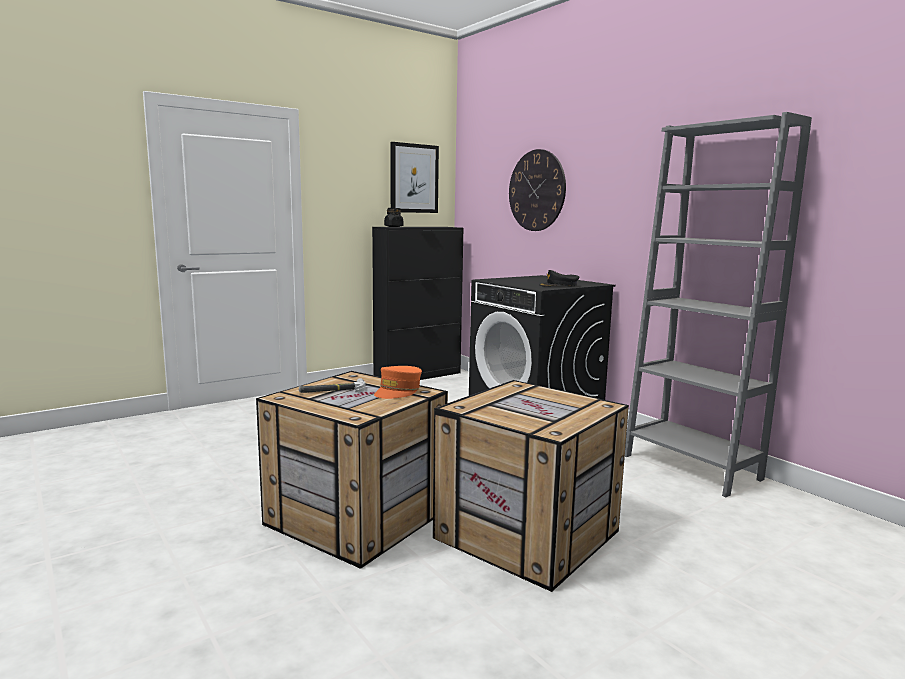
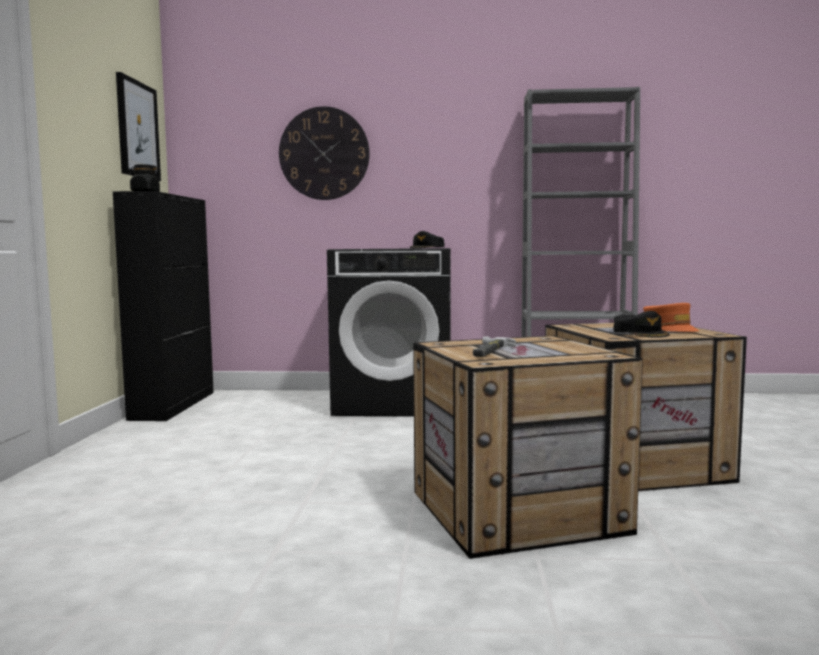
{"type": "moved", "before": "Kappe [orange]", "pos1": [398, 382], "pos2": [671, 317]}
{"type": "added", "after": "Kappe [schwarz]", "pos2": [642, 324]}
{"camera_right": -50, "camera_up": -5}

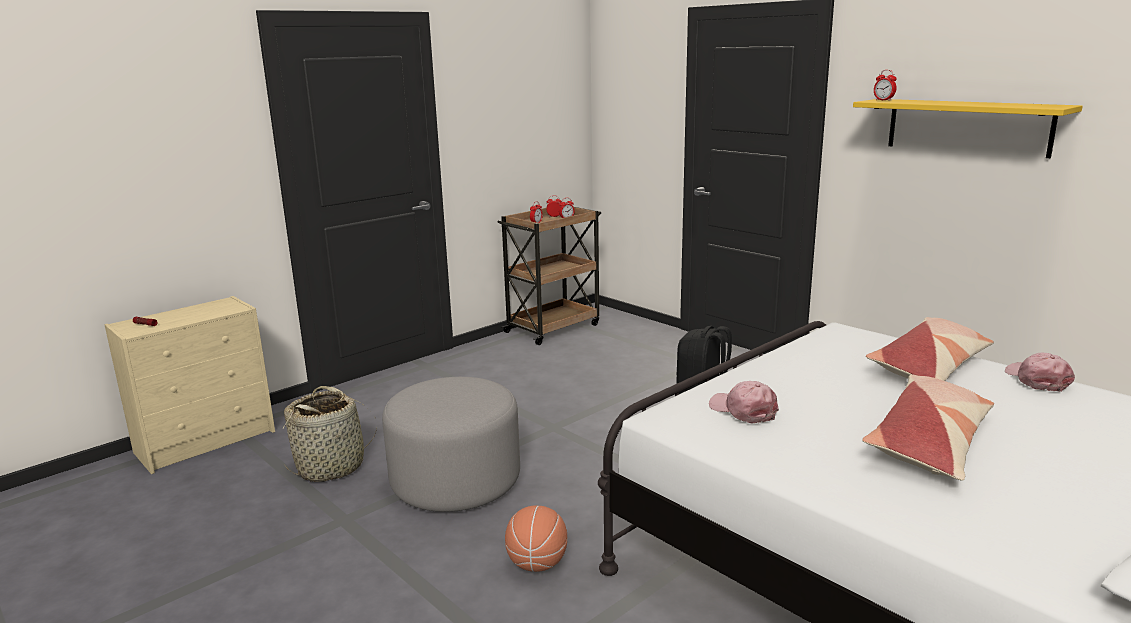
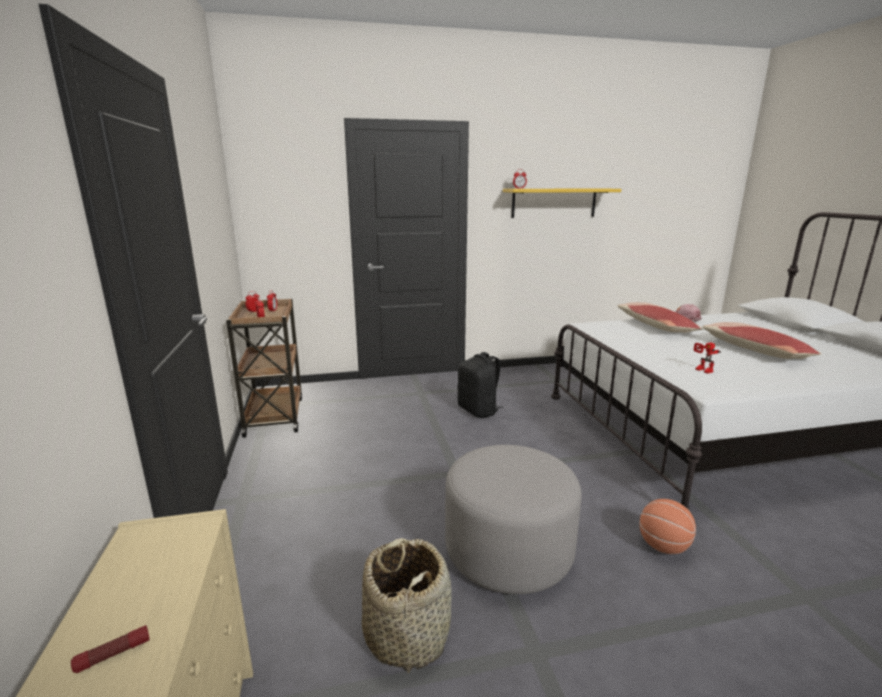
{"type": "replaced", "before": "Kappe [rosa]", "after": "Spielzeugroboter", "pos1": [744, 402], "pos2": [707, 358]}
{"camera_right": -60, "camera_up": 0}

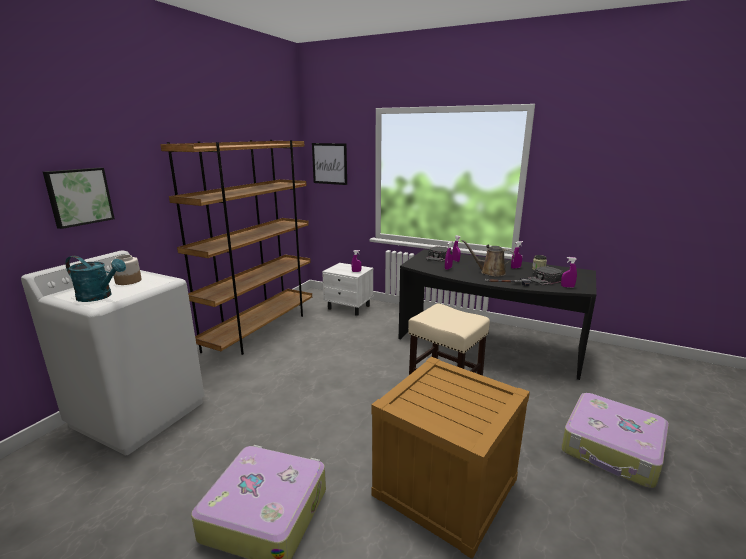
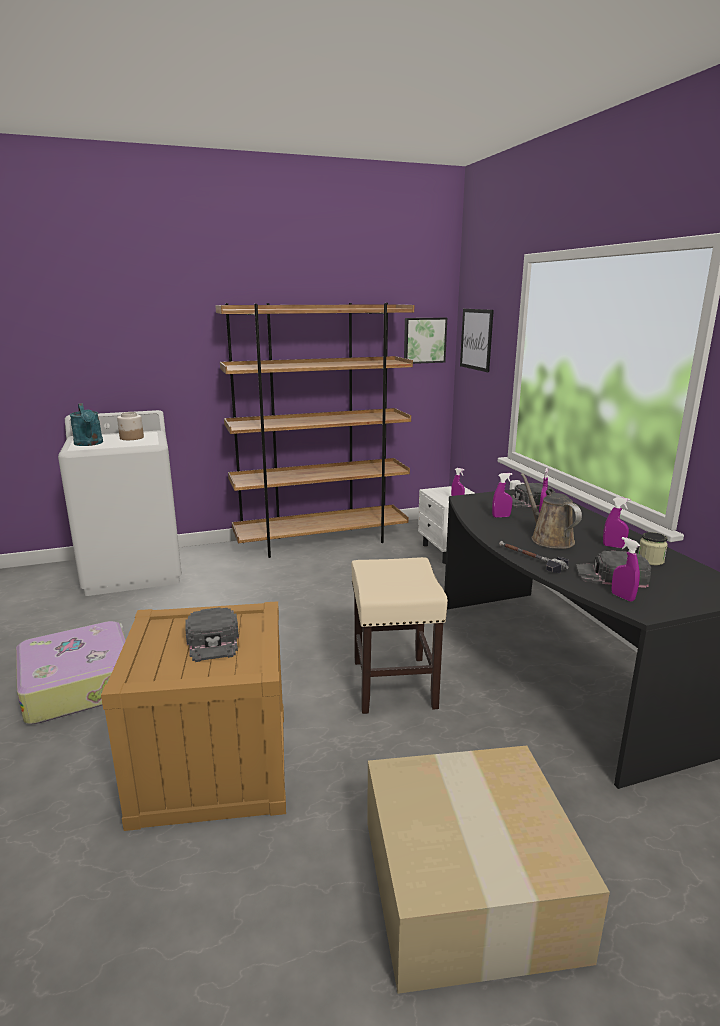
{"type": "moved", "before": "Bild", "pos1": [79, 198], "pos2": [425, 341]}
{"type": "replaced", "before": "Koffer", "after": "Karton", "pos1": [615, 440], "pos2": [488, 870]}
{"type": "added", "after": "Kappe [schwarz]", "pos2": [212, 634]}
{"camera_right": 45, "camera_up": 0}

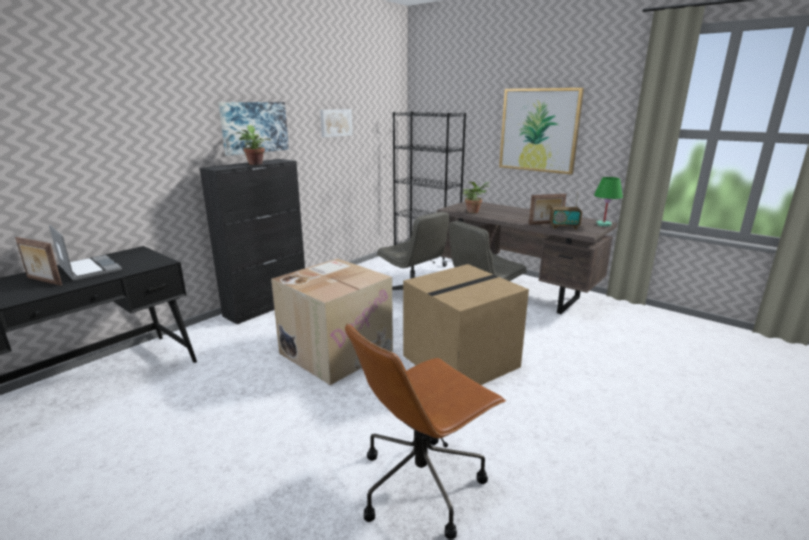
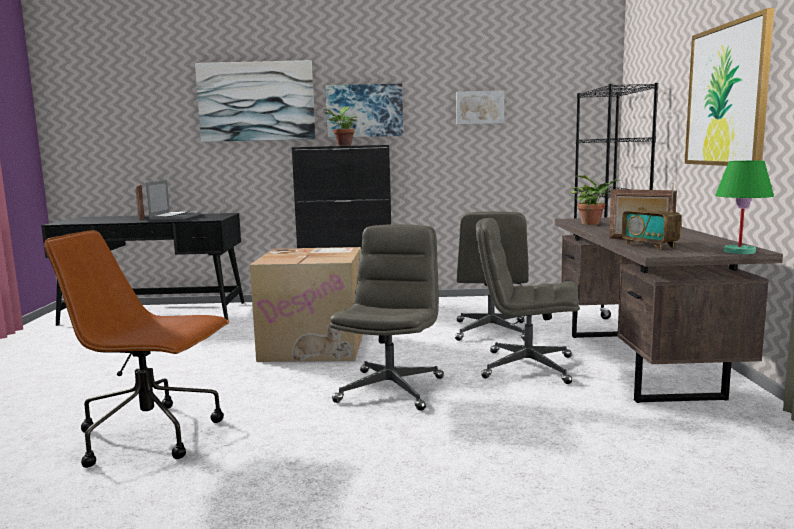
{"type": "replaced", "before": "Karton", "after": "Bürostuhl [grau]", "pos1": [466, 324], "pos2": [387, 317]}
{"type": "added", "after": "Bild", "pos2": [255, 101]}
{"camera_right": 50, "camera_up": -10}

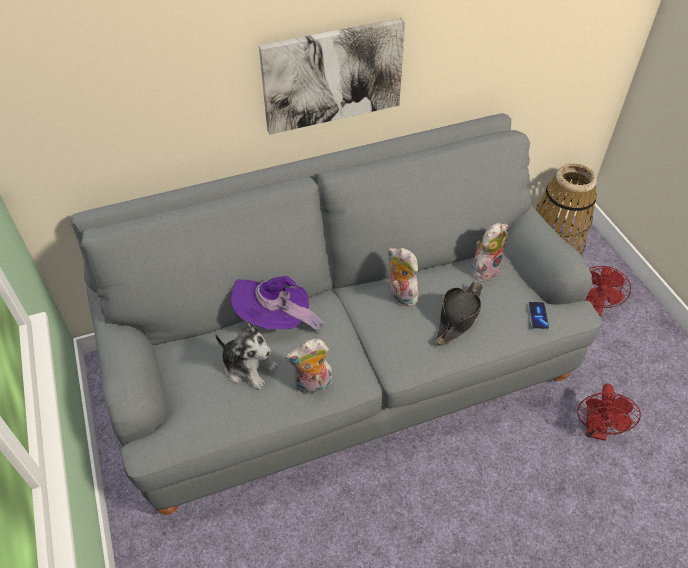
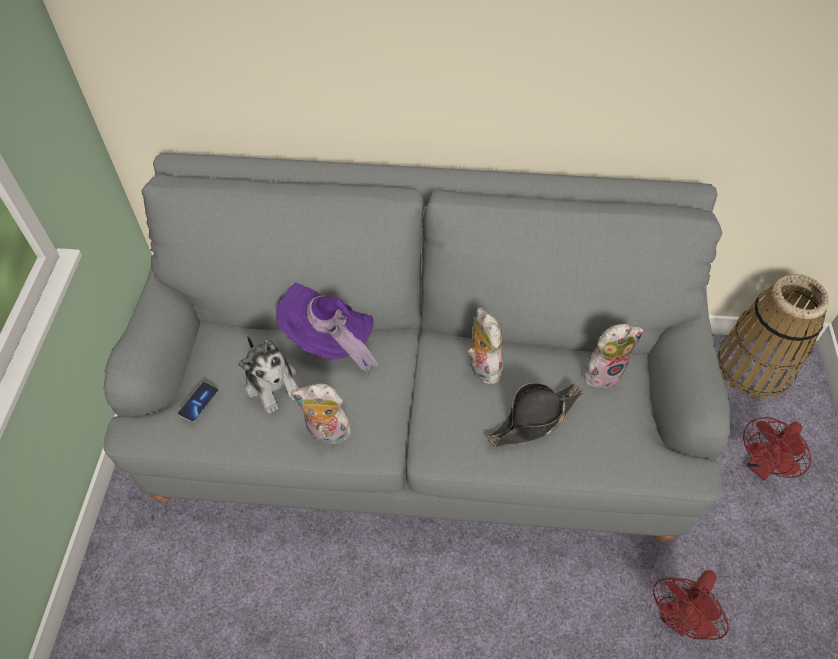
{"type": "removed", "before": "Bild", "pos1": [332, 76]}
{"type": "moved", "before": "Handy", "pos1": [538, 316], "pos2": [198, 402]}
{"camera_right": 25, "camera_up": 5}

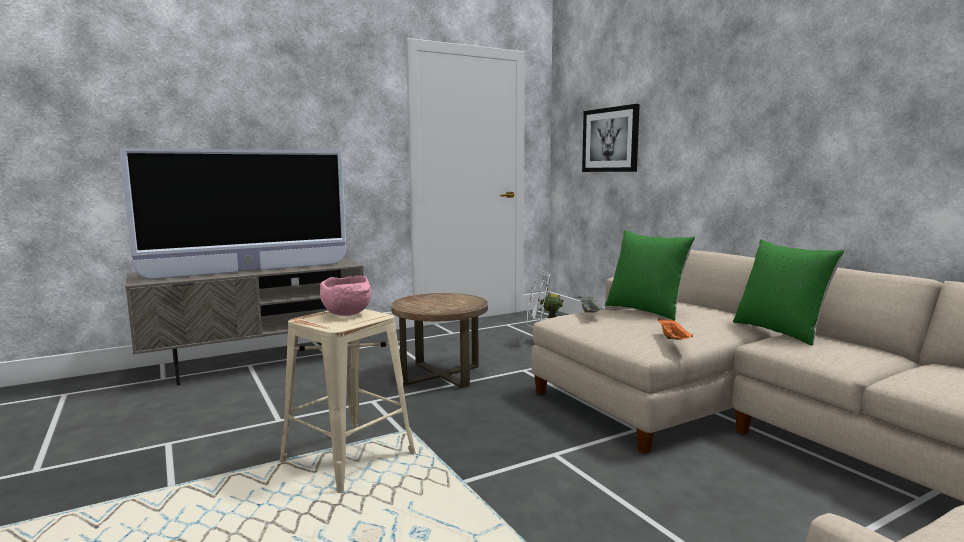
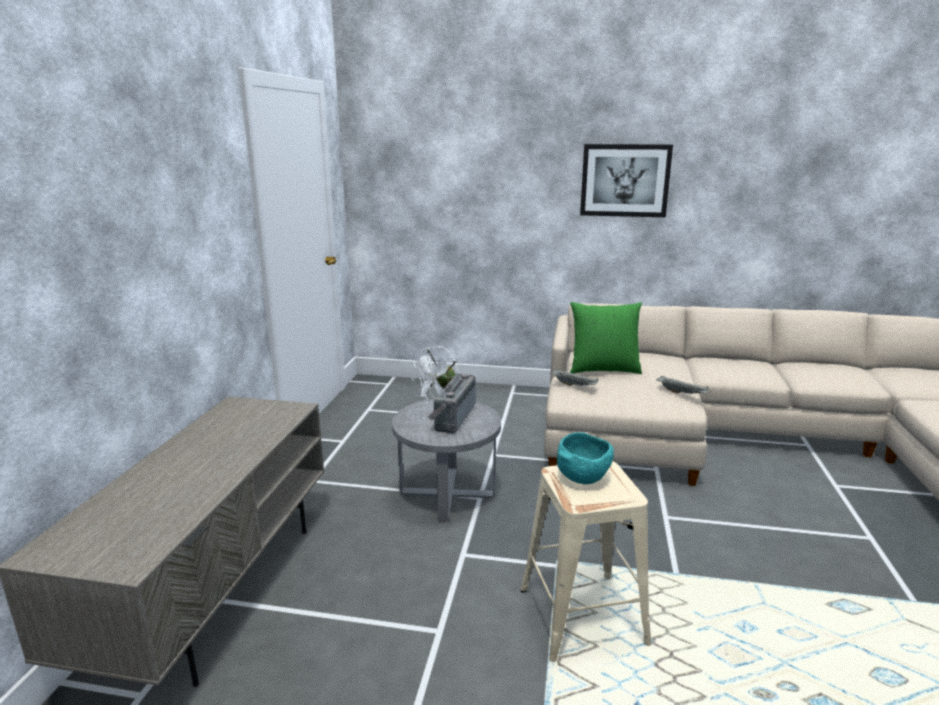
{"type": "removed", "before": "Fernseher", "pos1": [232, 213]}
{"type": "recoloured", "before": "Schüssel [rosa]", "after": "Schüssel [türkis]", "pos1": [345, 296], "pos2": [585, 458]}
{"type": "recoloured", "before": "Beistelltisch [braun]", "after": "Beistelltisch [grau]", "pos1": [439, 340], "pos2": [446, 460]}
{"type": "moved", "before": "Bild", "pos1": [611, 138], "pos2": [626, 180]}
{"type": "recoloured", "before": "Tablett [orange]", "after": "Tablett [grau]", "pos1": [675, 329], "pos2": [682, 385]}
{"type": "removed", "before": "Kissen [grün]", "pos1": [789, 292]}
{"type": "added", "after": "Radio", "pos2": [451, 403]}
{"camera_right": -50, "camera_up": 10}

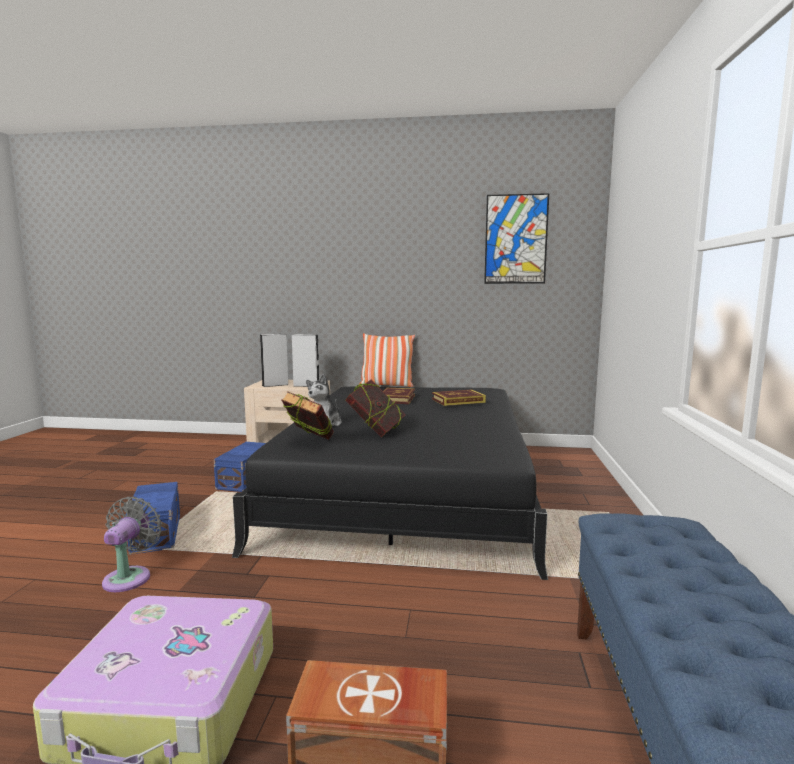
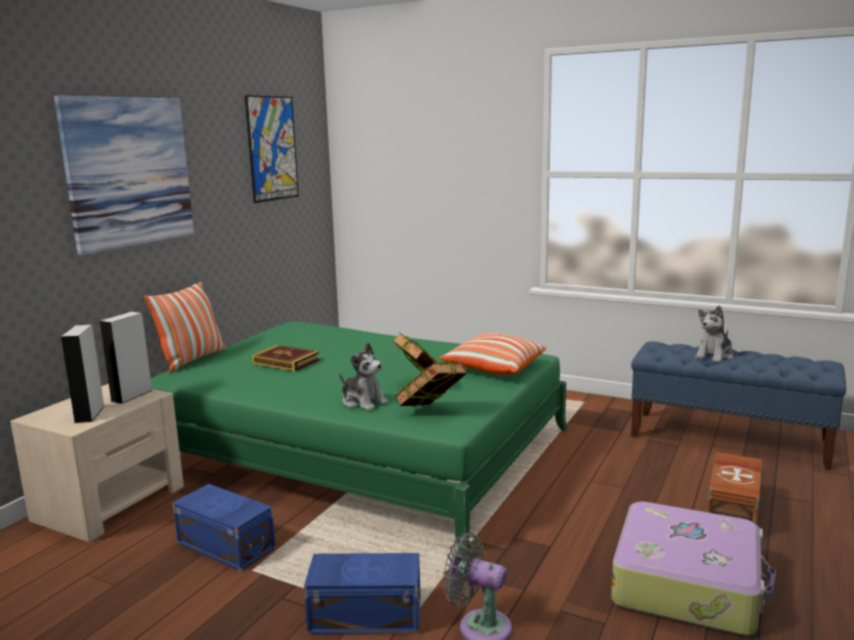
{"type": "recoloured", "before": "Bett [schwarz]", "after": "Bett [grün]", "pos1": [390, 483], "pos2": [359, 440]}
{"type": "removed", "before": "Buch", "pos1": [459, 397]}
{"type": "added", "after": "Bild", "pos2": [124, 175]}
{"type": "added", "after": "Kissen", "pos2": [492, 354]}
{"type": "added", "after": "Plüschtier", "pos2": [714, 334]}
{"camera_right": -70, "camera_up": 5}

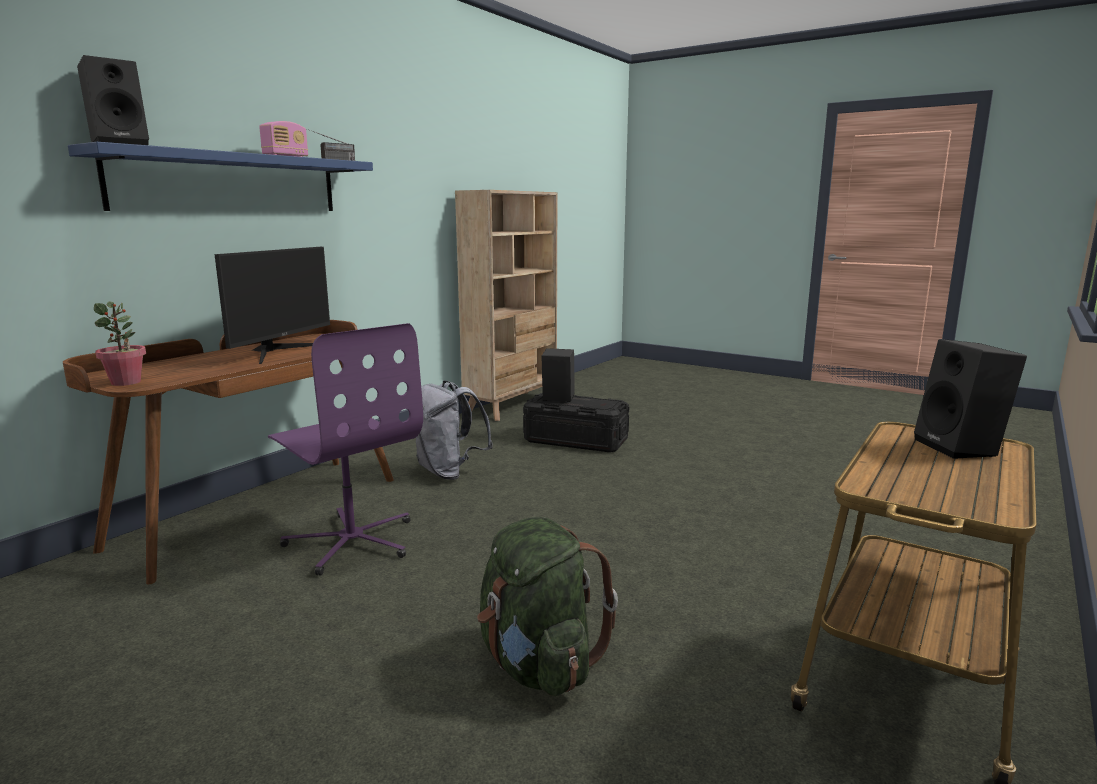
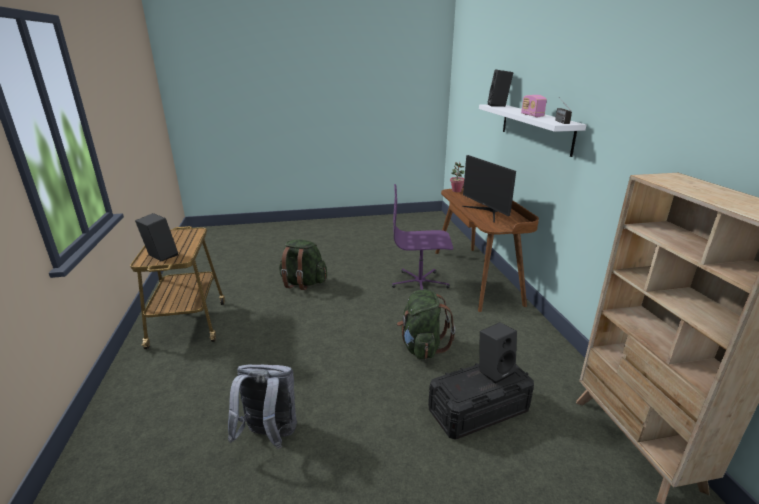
{"type": "recoloured", "before": "Wandregal [blau]", "after": "Wandregal [weiß]", "pos1": [220, 176], "pos2": [532, 130]}
{"type": "moved", "before": "Rucksack [grau]", "pos1": [454, 430], "pos2": [262, 407]}
{"type": "added", "after": "Rucksack [grün]", "pos2": [426, 324]}
{"camera_right": 135, "camera_up": 10}

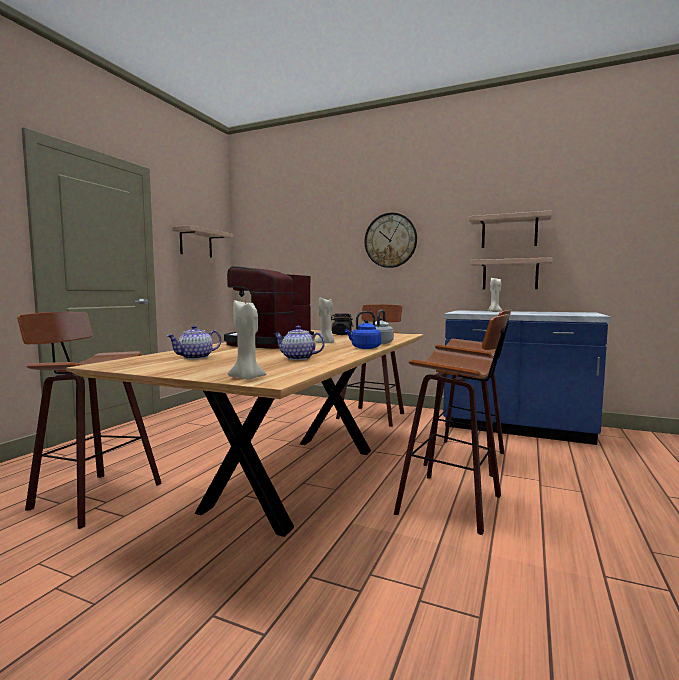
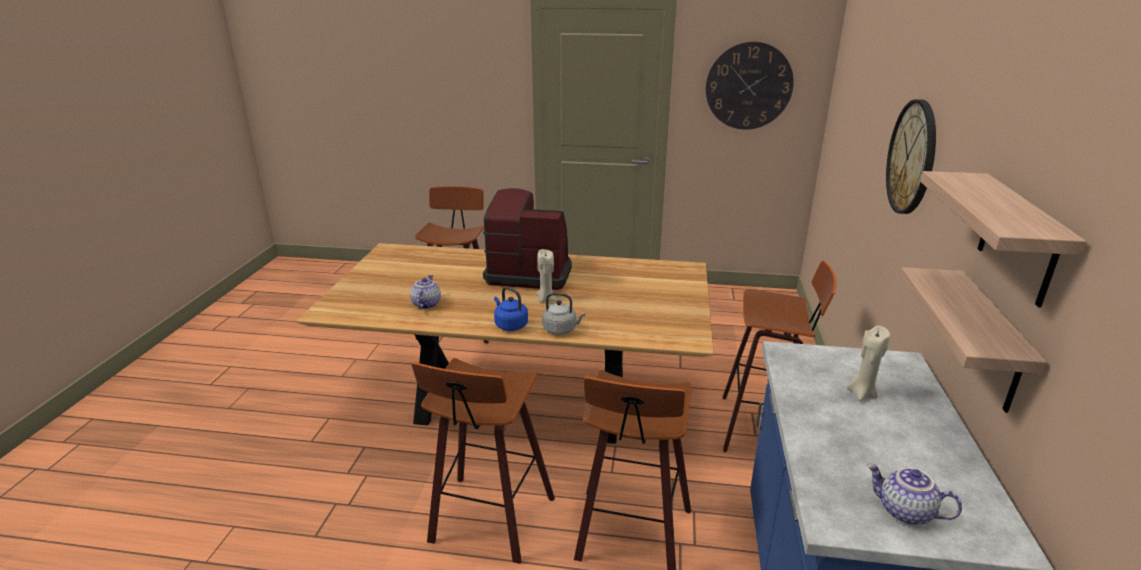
{"type": "moved", "before": "Teekanne", "pos1": [194, 342], "pos2": [914, 494]}
{"type": "replaced", "before": "Wandregal", "after": "Wanduhr", "pos1": [202, 241], "pos2": [750, 86]}
{"type": "removed", "before": "Kerze [beige]", "pos1": [247, 340]}
{"type": "removed", "before": "Vorratsglas [schwarz]", "pos1": [342, 324]}
{"camera_right": 75, "camera_up": 20}

